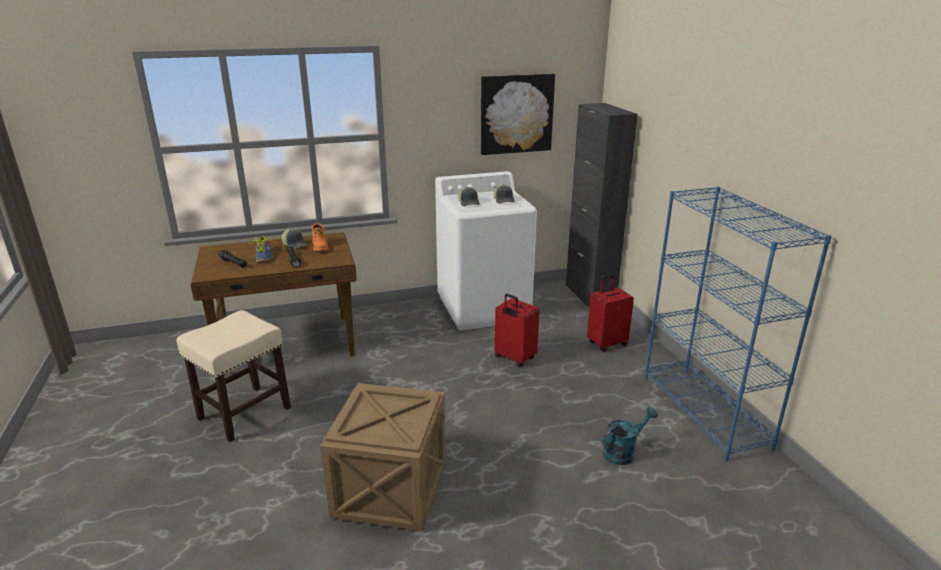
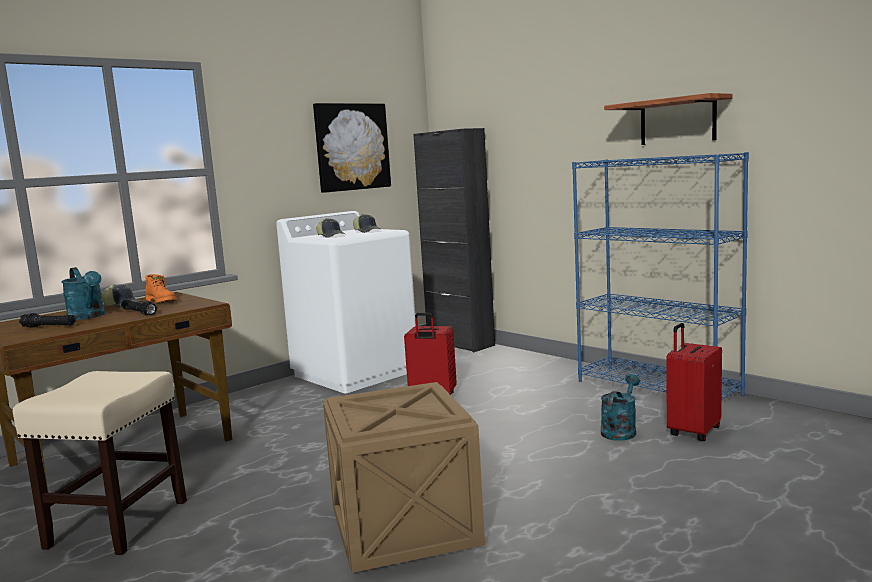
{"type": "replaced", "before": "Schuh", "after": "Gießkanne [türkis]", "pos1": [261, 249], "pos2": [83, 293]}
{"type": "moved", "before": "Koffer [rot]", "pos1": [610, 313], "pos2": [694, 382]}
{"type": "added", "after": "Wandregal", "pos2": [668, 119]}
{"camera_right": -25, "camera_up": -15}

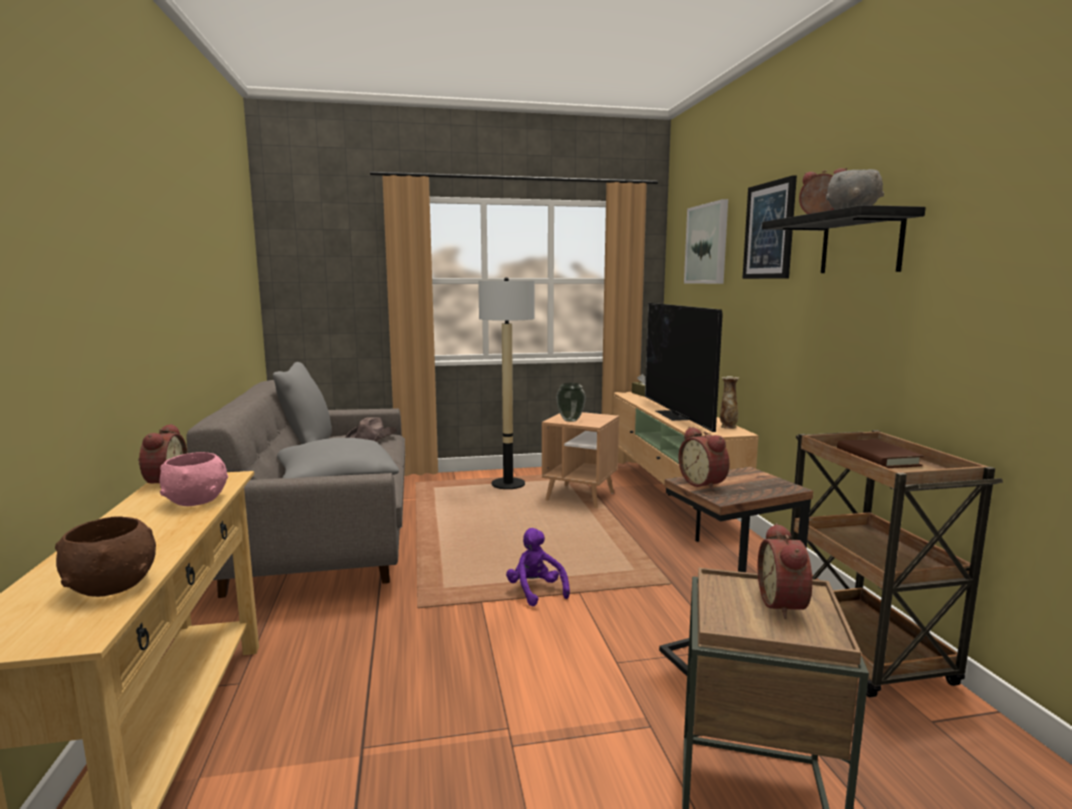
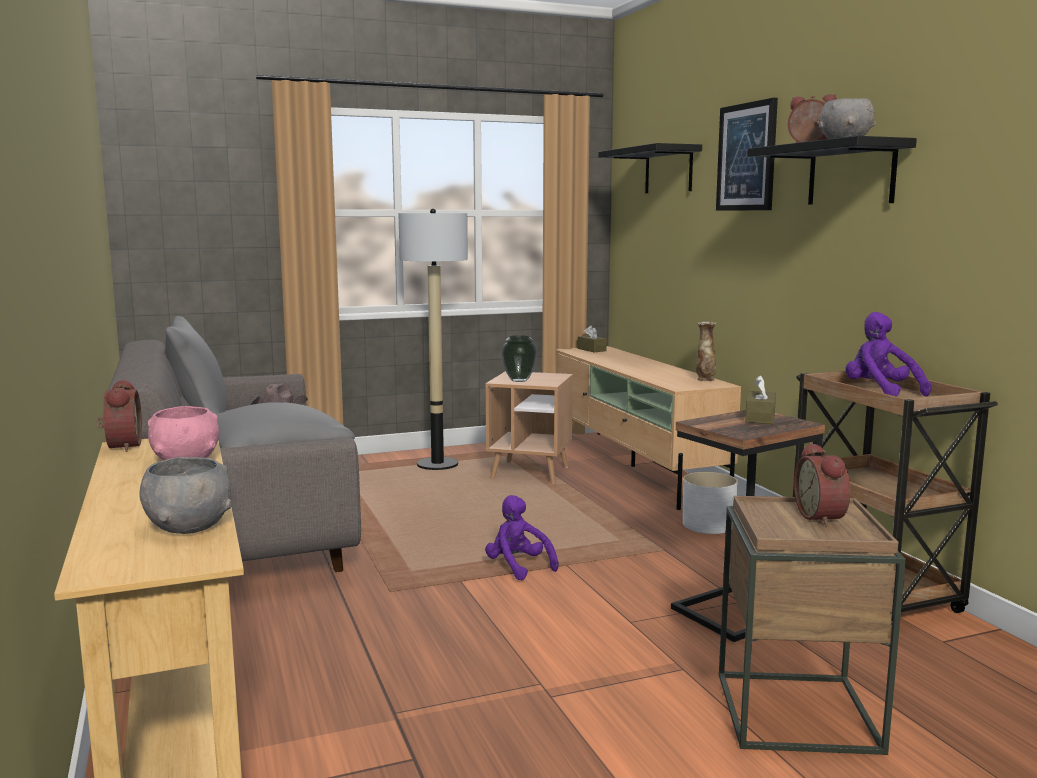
{"type": "recoloured", "before": "Schüssel [braun]", "after": "Schüssel [grau]", "pos1": [105, 556], "pos2": [185, 495]}
{"type": "removed", "before": "Fernseher", "pos1": [684, 367]}
{"type": "removed", "before": "Wecker", "pos1": [704, 459]}
{"type": "replaced", "before": "Bild", "after": "Wandregal [schwarz]", "pos1": [706, 241], "pos2": [650, 168]}
{"type": "replaced", "before": "Buch [braun]", "after": "Plüschtier [lila]", "pos1": [880, 453], "pos2": [888, 354]}
{"type": "added", "after": "Pflanzkübel [weiß]", "pos2": [710, 503]}
{"type": "added", "after": "Taschentuchbox [braun]", "pos2": [760, 399]}
{"camera_right": -10, "camera_up": 0}

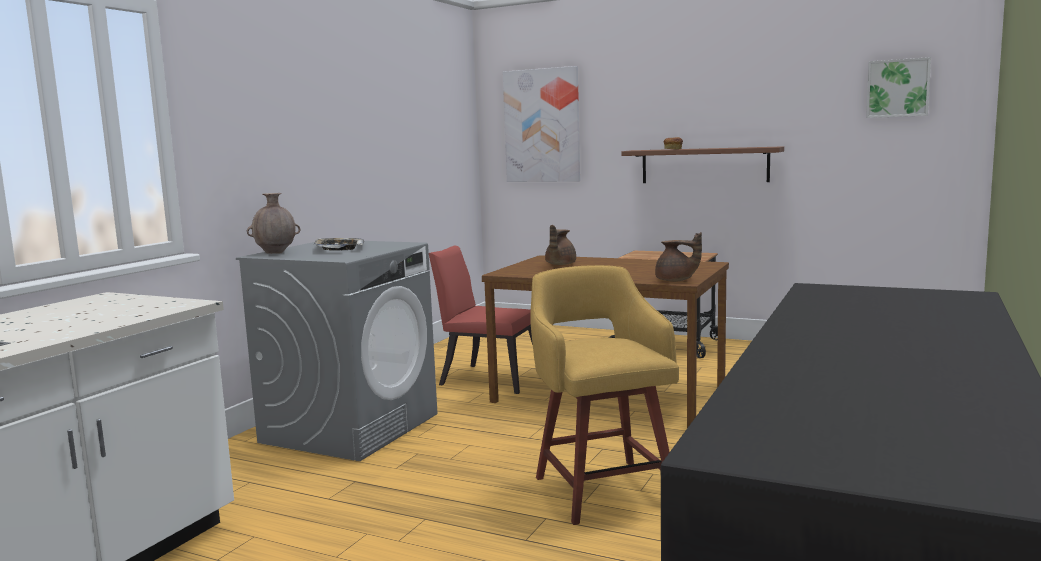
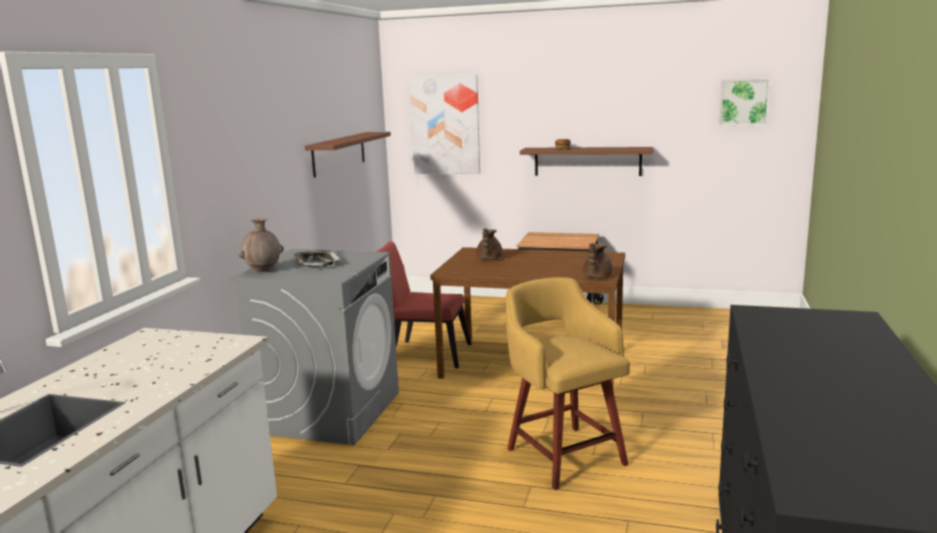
{"type": "turned", "before": "Teekanne [braun]", "pos1": [678, 256], "pos2": [598, 260], "turn": 105}
{"type": "added", "after": "Wandregal [braun]", "pos2": [348, 155]}
{"camera_right": -10, "camera_up": 5}

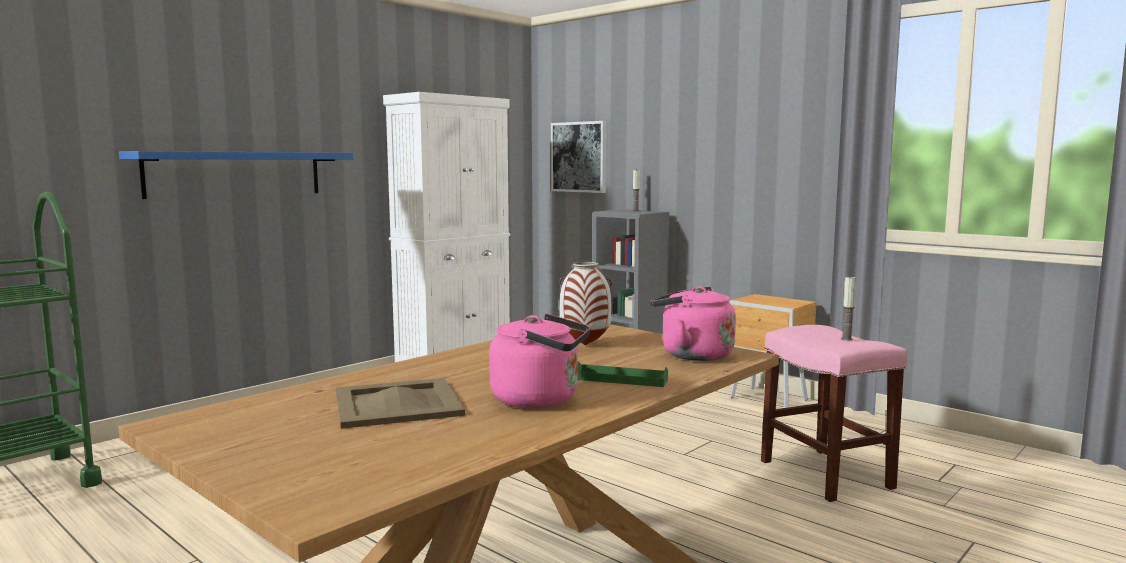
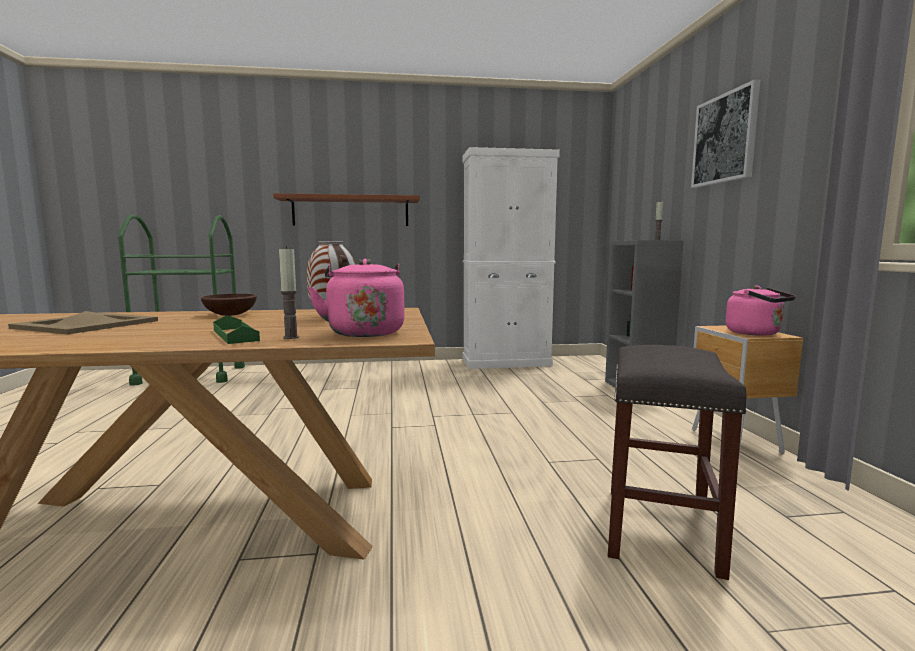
{"type": "recoloured", "before": "Wandregal [blau]", "after": "Wandregal [braun]", "pos1": [236, 175], "pos2": [346, 209]}
{"type": "moved", "before": "Wasserkessel [rosa]", "pos1": [539, 361], "pos2": [761, 310]}
{"type": "moved", "before": "Bild", "pos1": [578, 157], "pos2": [725, 134]}
{"type": "recoloured", "before": "Hocker [rosa]", "after": "Hocker [grau]", "pos1": [834, 413], "pos2": [677, 462]}
{"type": "moved", "before": "Kerze", "pos1": [848, 307], "pos2": [289, 292]}
{"type": "added", "after": "Schüssel [braun]", "pos2": [229, 305]}
{"camera_right": 40, "camera_up": 0}

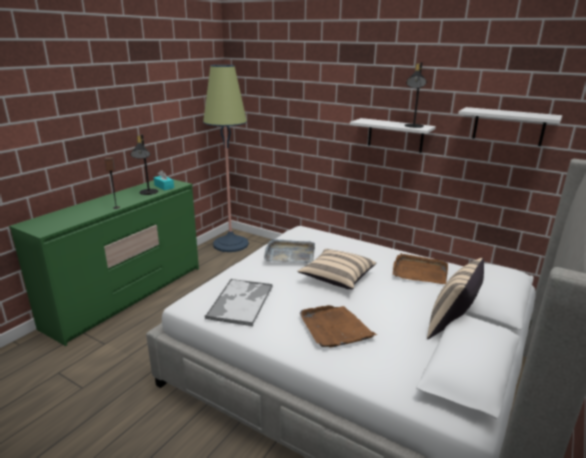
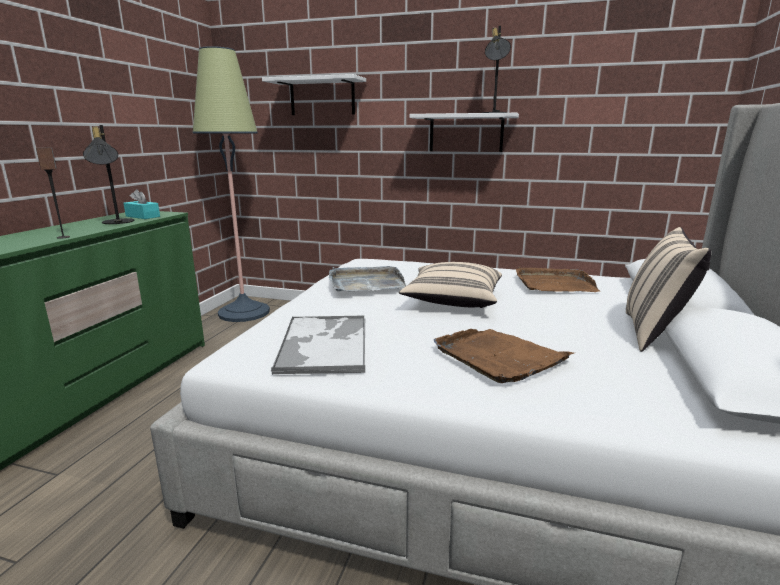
{"type": "moved", "before": "Wandregal [weiß]", "pos1": [510, 126], "pos2": [314, 94]}
{"camera_right": -15, "camera_up": -5}

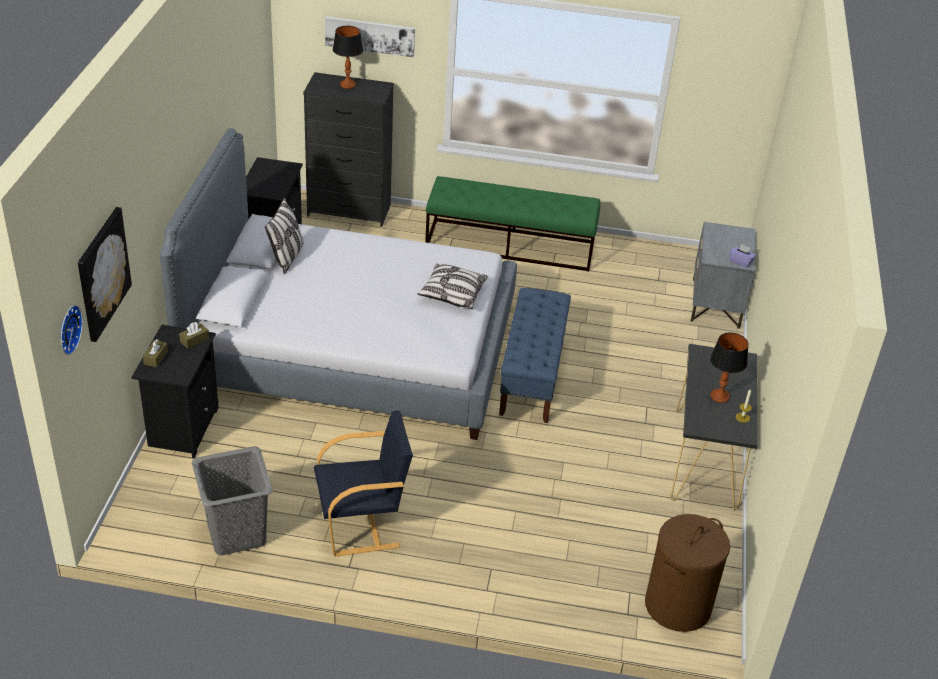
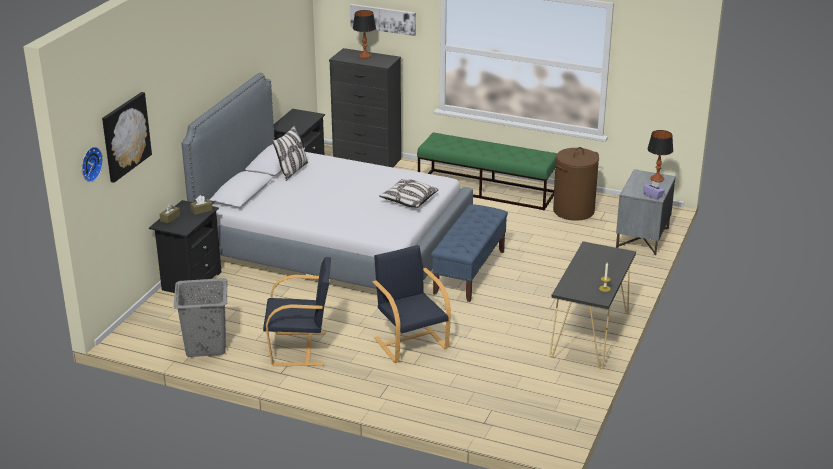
{"type": "moved", "before": "Wäschekorb [braun]", "pos1": [687, 573], "pos2": [576, 184]}
{"type": "moved", "before": "Tischlampe", "pos1": [729, 368], "pos2": [660, 156]}
{"type": "added", "after": "Sessel [schwarz]", "pos2": [411, 304]}
{"camera_right": 15, "camera_up": -10}

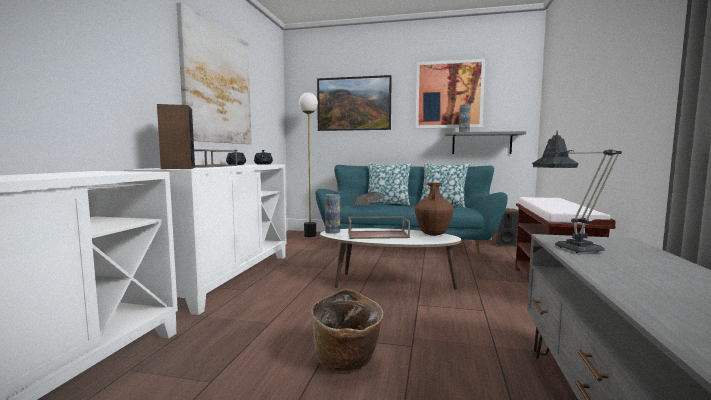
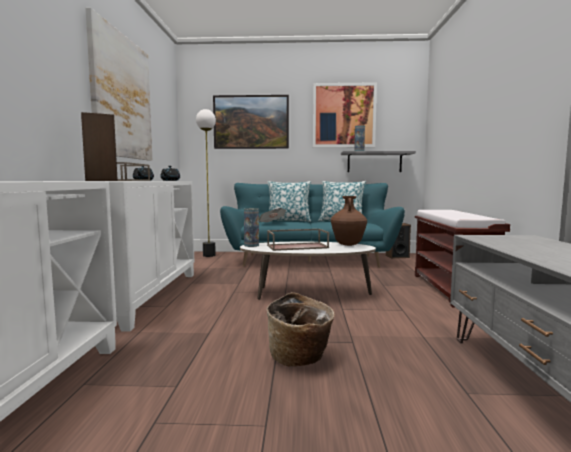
{"type": "removed", "before": "Tischlampe", "pos1": [577, 191]}
{"camera_right": -10, "camera_up": 0}

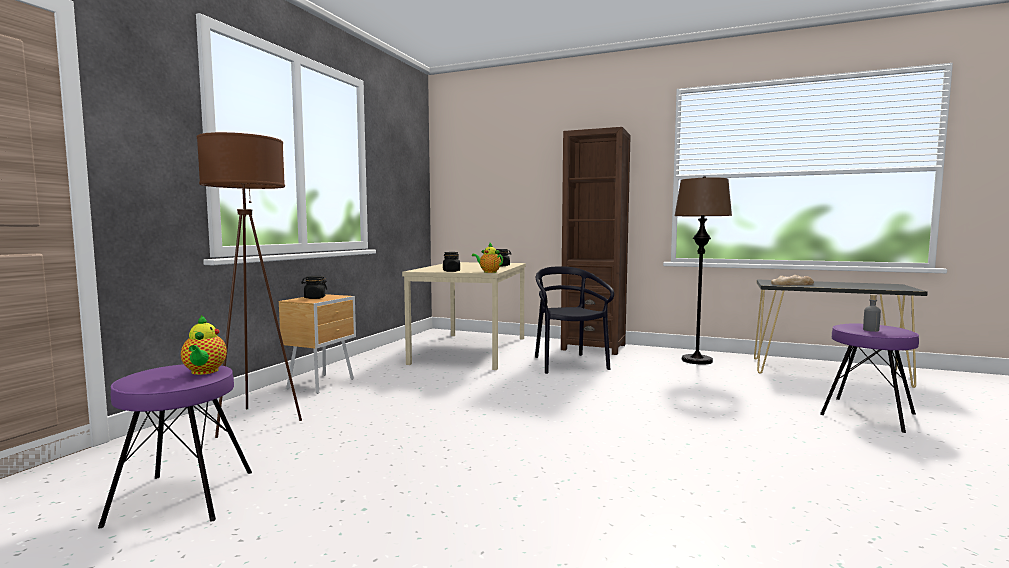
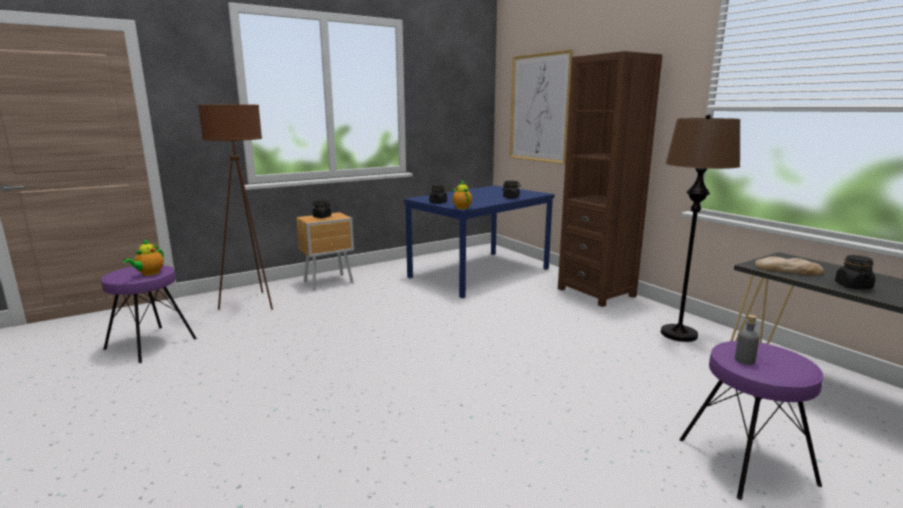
{"type": "recoloured", "before": "Esstisch [beige]", "after": "Esstisch [blau]", "pos1": [464, 316], "pos2": [479, 241]}
{"type": "removed", "before": "Stuhl [schwarz]", "pos1": [574, 320]}
{"type": "added", "after": "Bild", "pos2": [541, 106]}
{"type": "added", "after": "Vorratsglas [schwarz]", "pos2": [855, 272]}
{"camera_right": 35, "camera_up": 10}

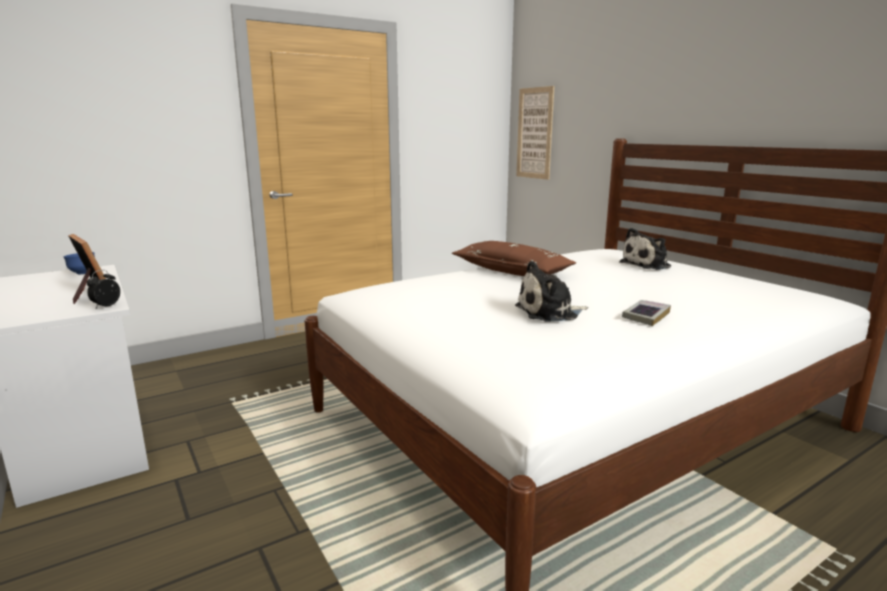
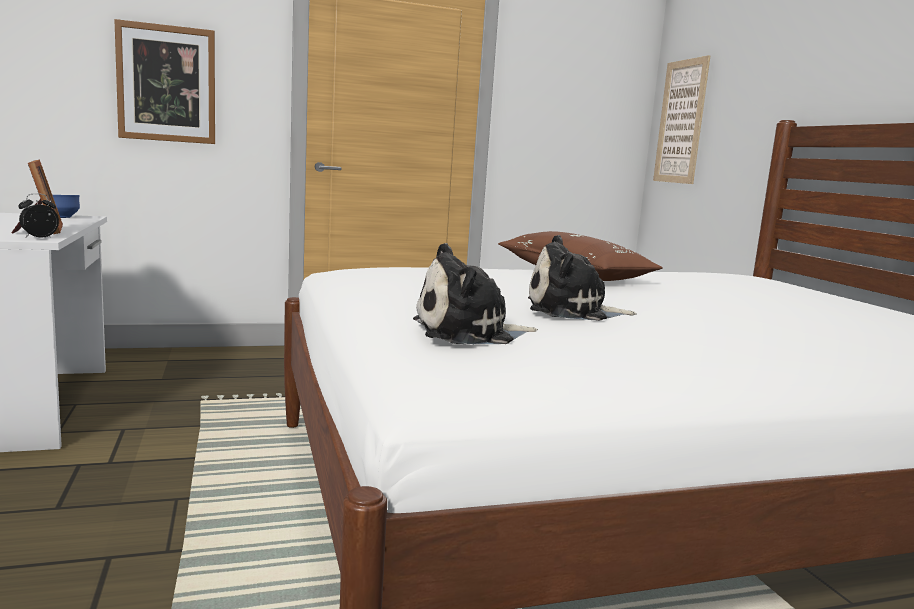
{"type": "moved", "before": "Plüschtier", "pos1": [645, 249], "pos2": [475, 293]}
{"type": "removed", "before": "Buch", "pos1": [646, 313]}
{"type": "added", "after": "Bild", "pos2": [164, 81]}
{"camera_right": 15, "camera_up": -5}

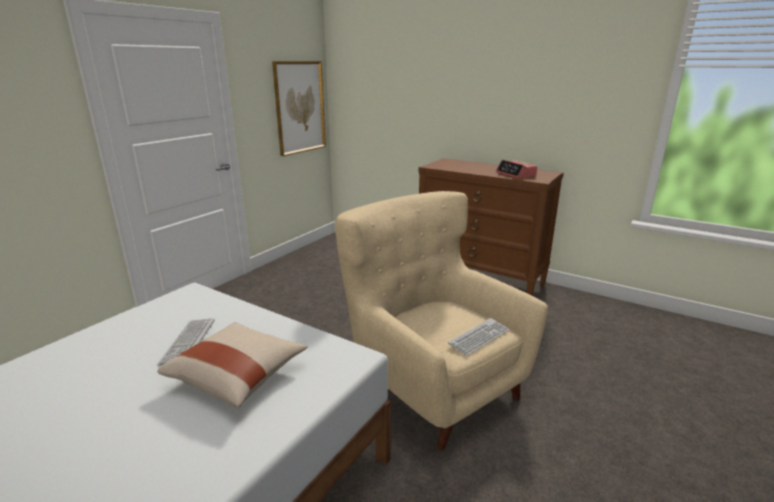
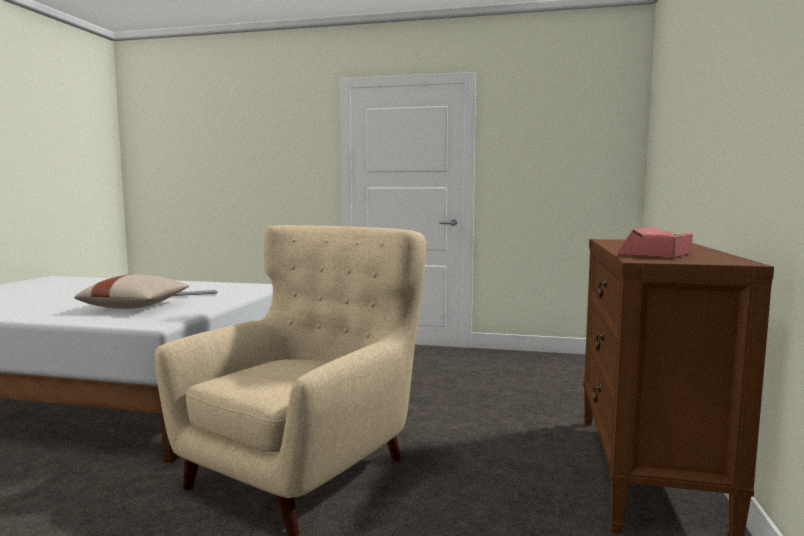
{"type": "removed", "before": "Bild", "pos1": [299, 108]}
{"type": "removed", "before": "Tastatur", "pos1": [478, 337]}
{"camera_right": 70, "camera_up": -15}

